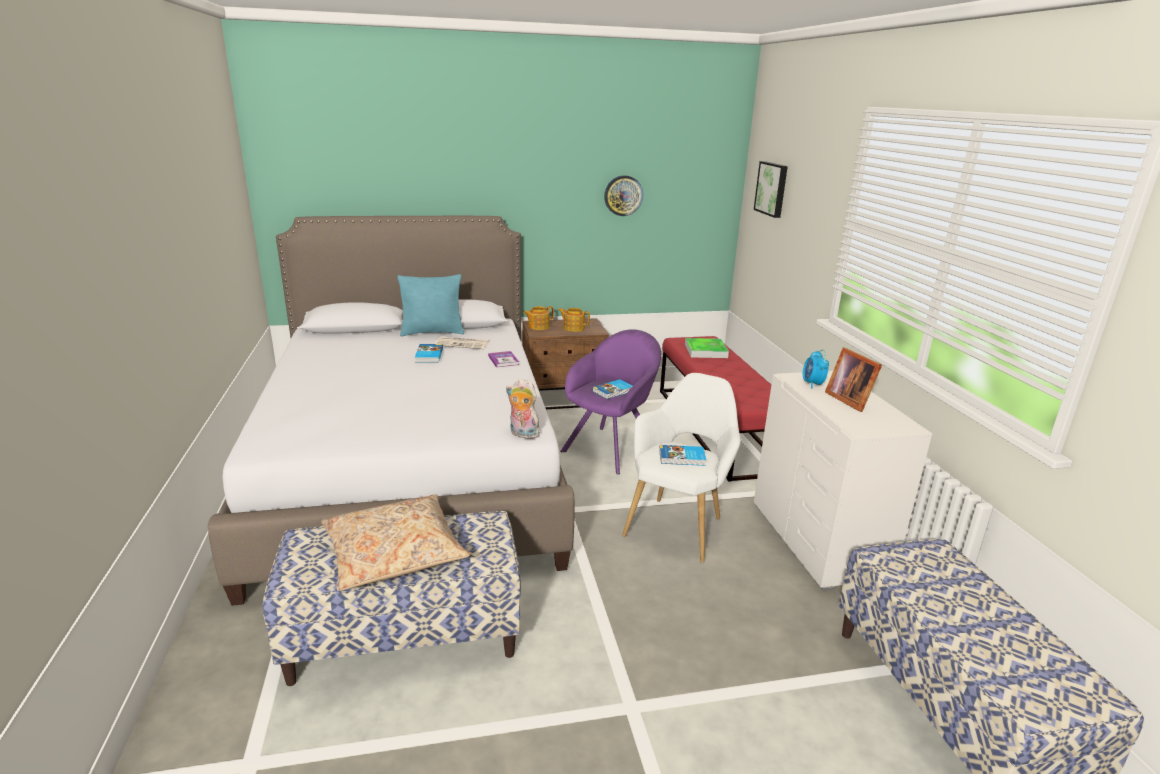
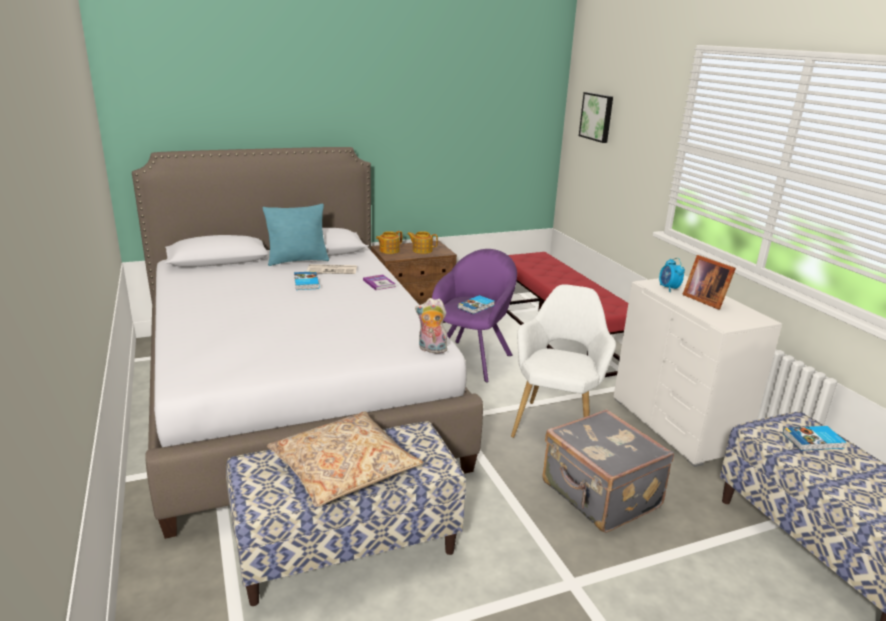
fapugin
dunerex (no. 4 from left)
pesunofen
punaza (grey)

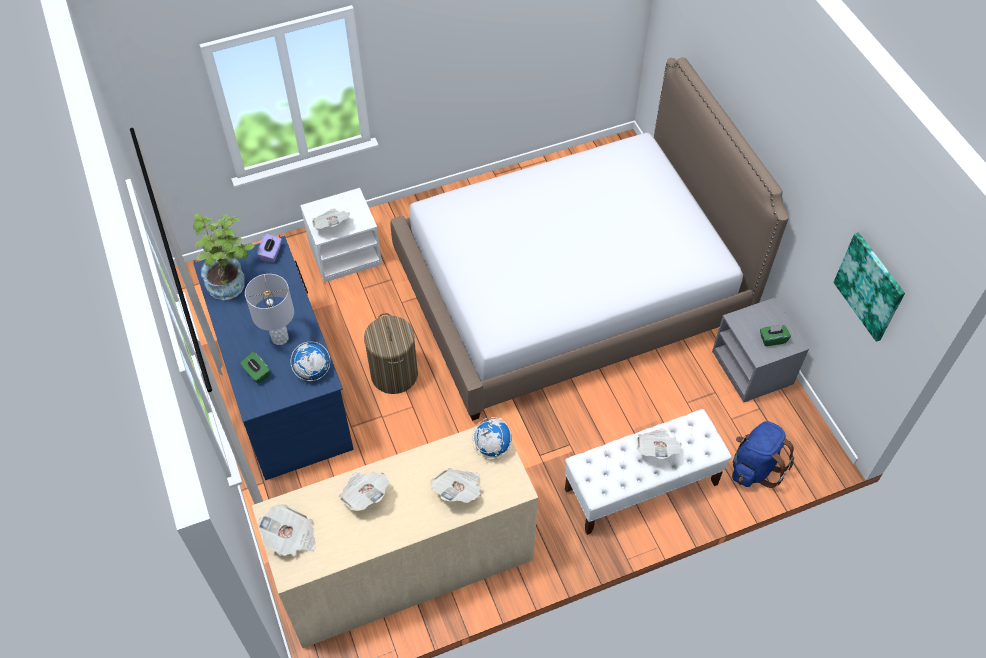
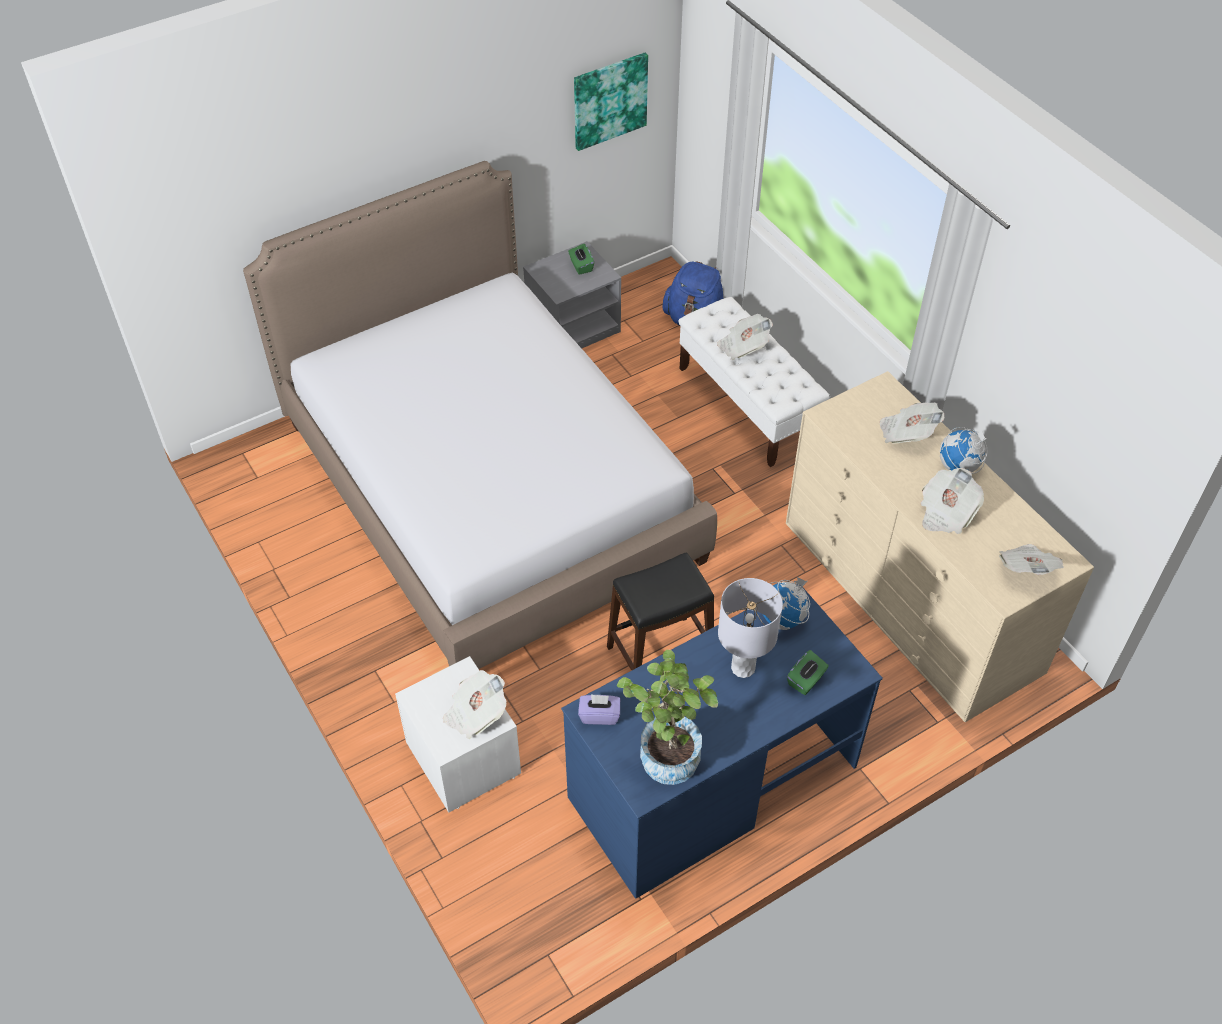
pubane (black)
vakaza (no. 2 from left)

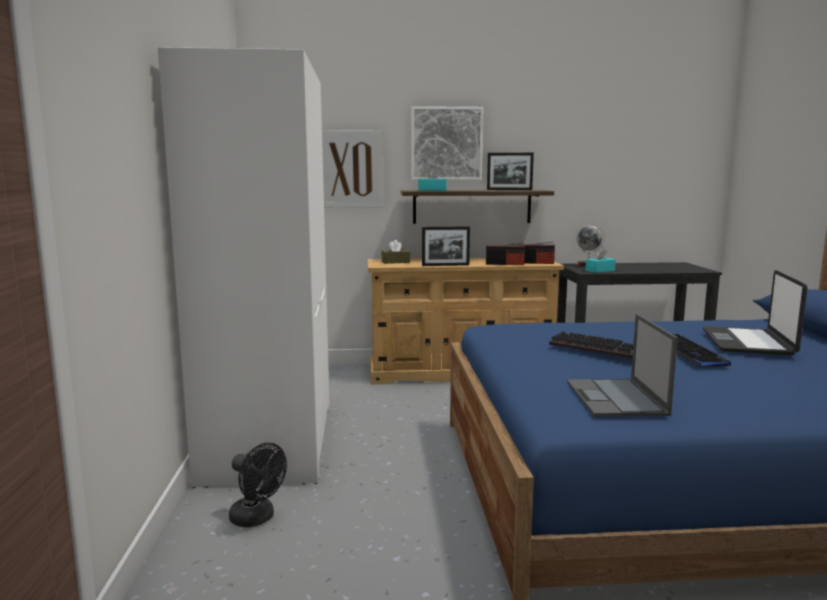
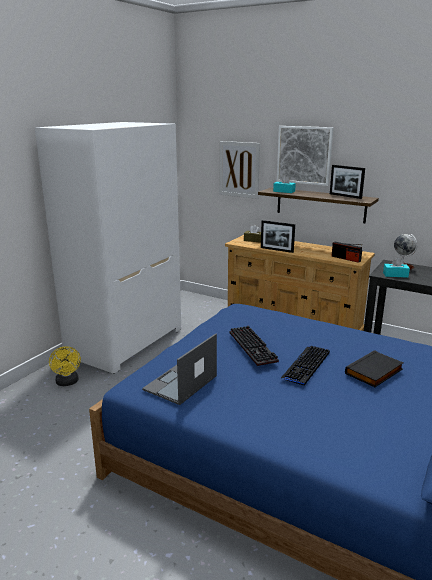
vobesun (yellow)
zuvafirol (no. 1 from left in the first image)
dunerex (black)

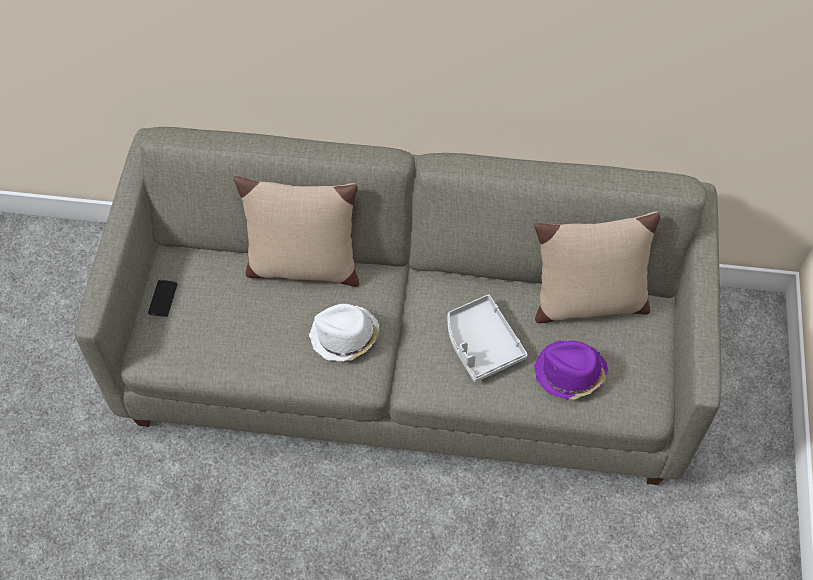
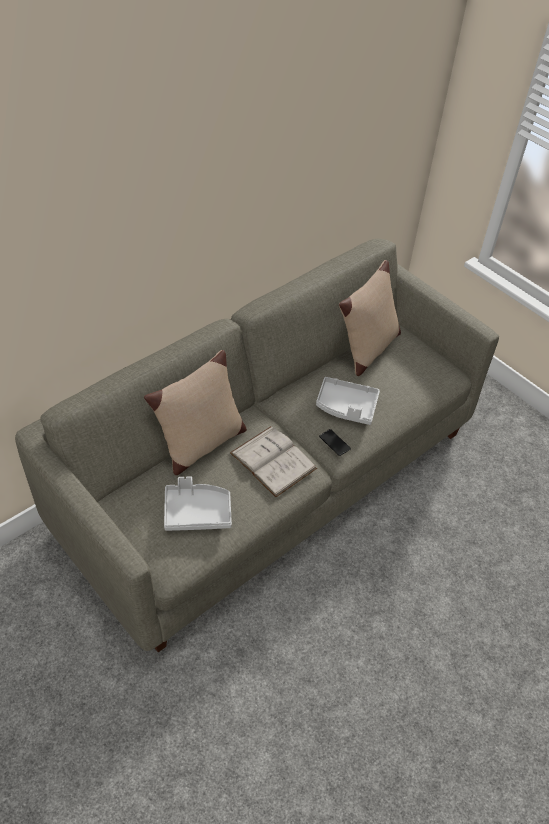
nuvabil
dunerex (white)
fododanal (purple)
pesunofen (grey) (no. 1 from left)

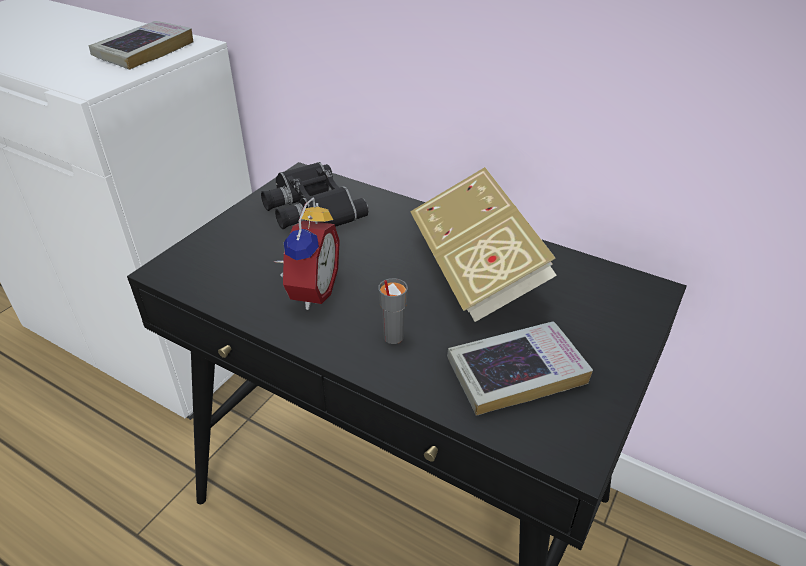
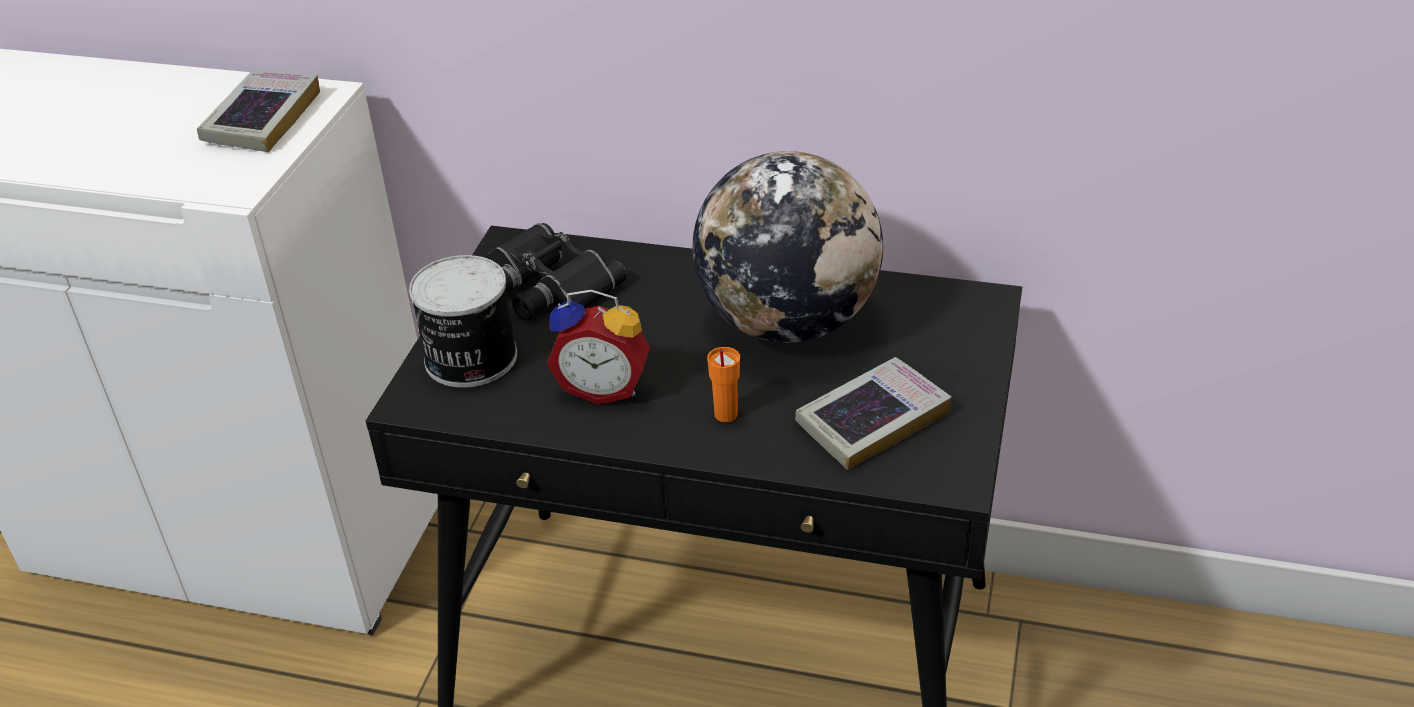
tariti
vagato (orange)
vakaza
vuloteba

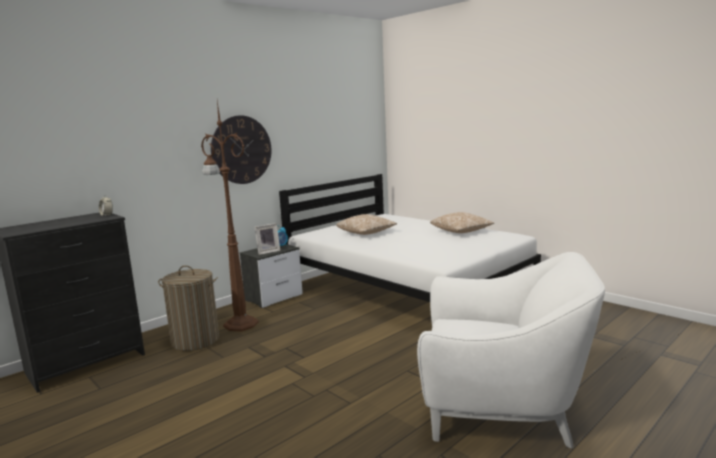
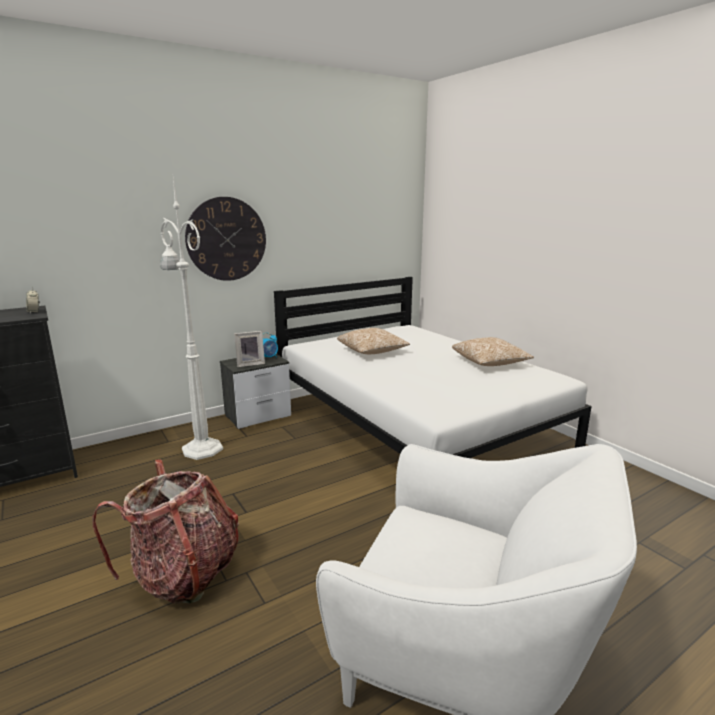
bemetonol
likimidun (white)
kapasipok

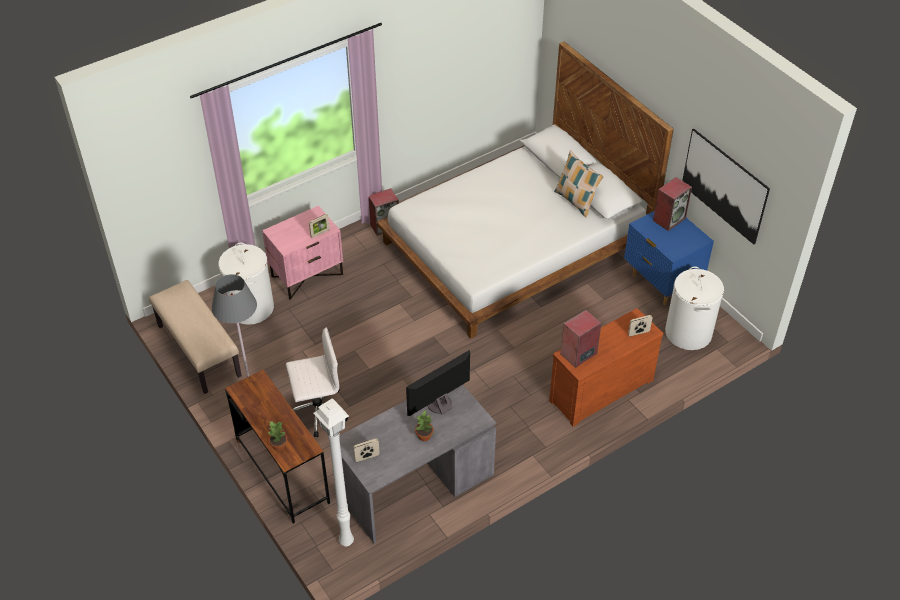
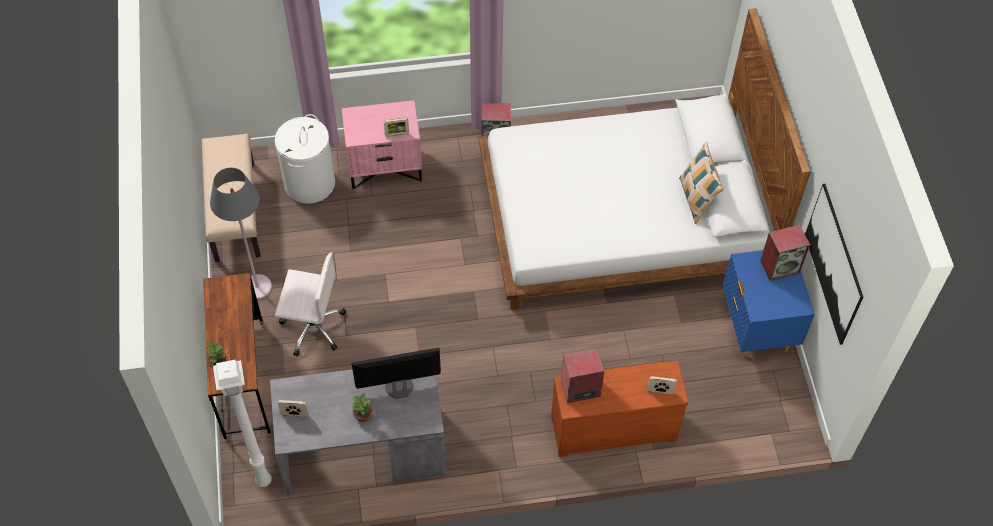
bemetonol (white) (no. 2 from left in the first image)

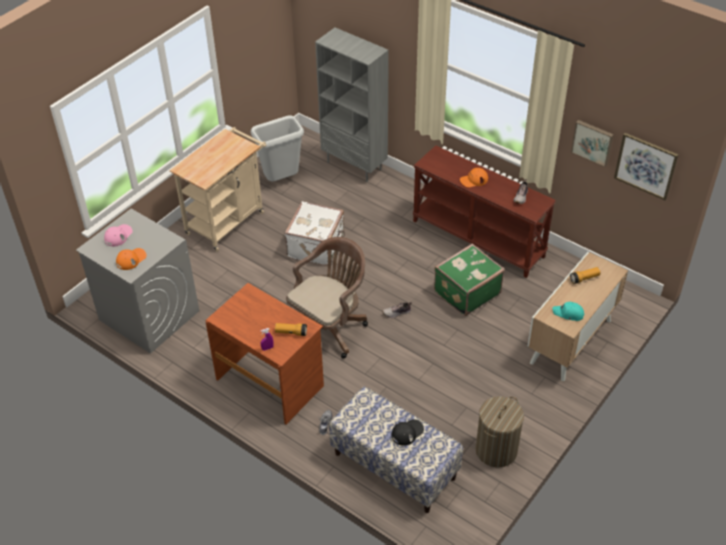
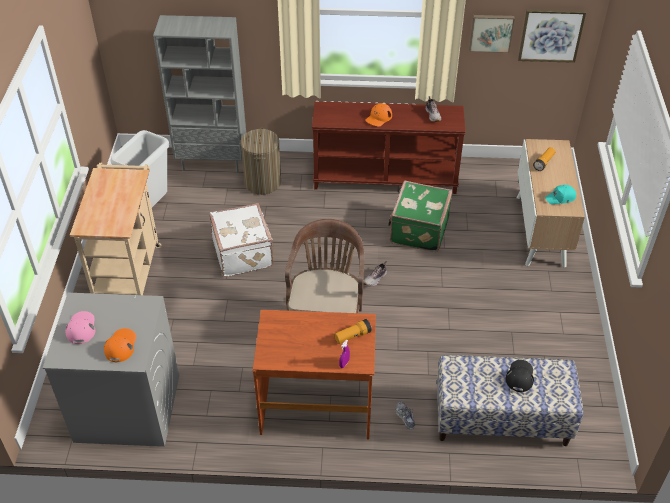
bemetonol

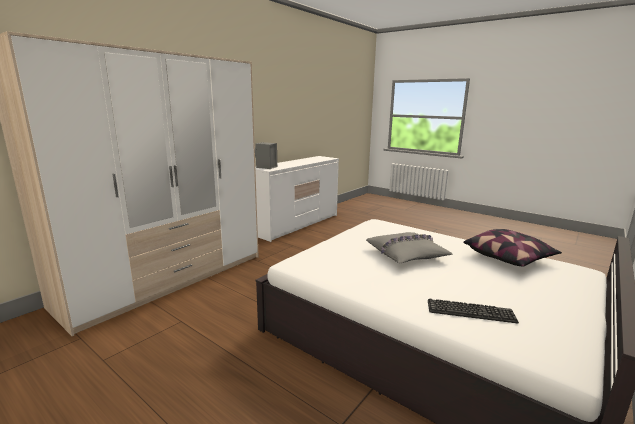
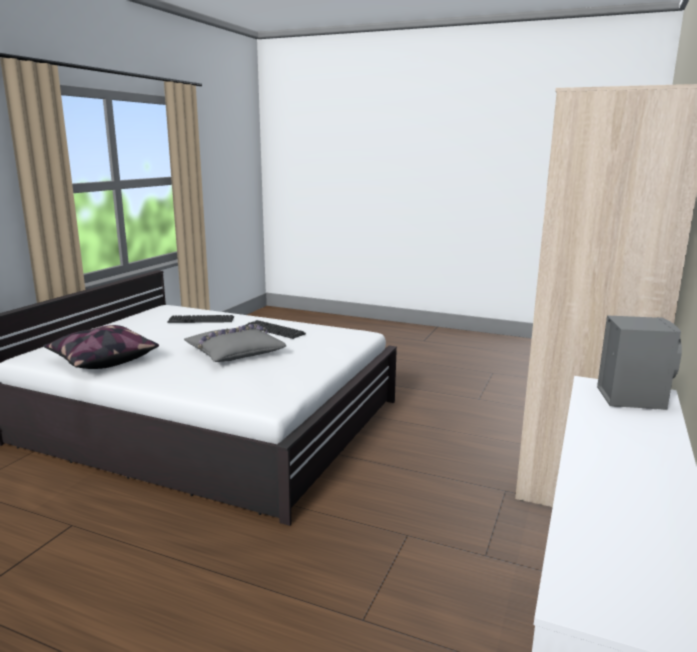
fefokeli (no. 2 from left)

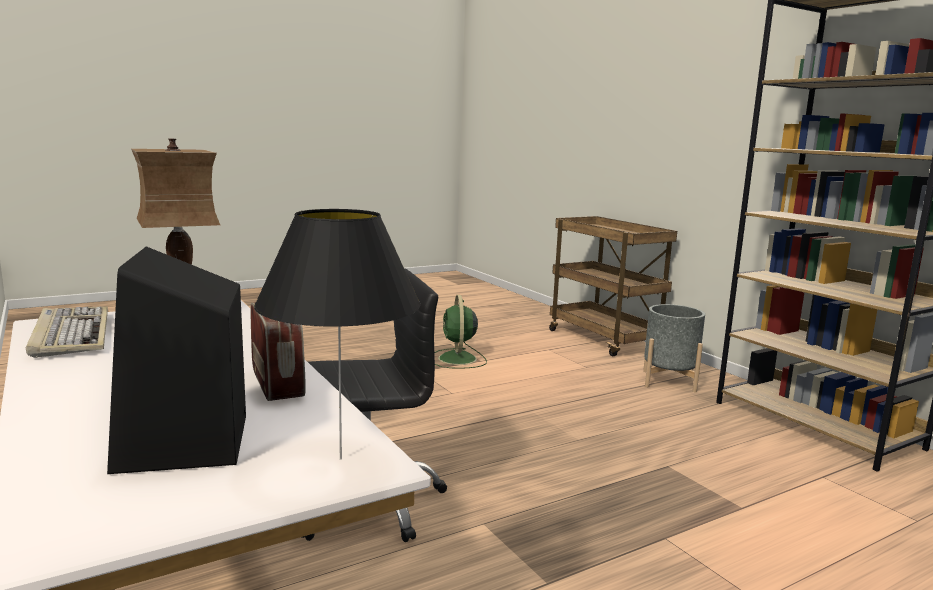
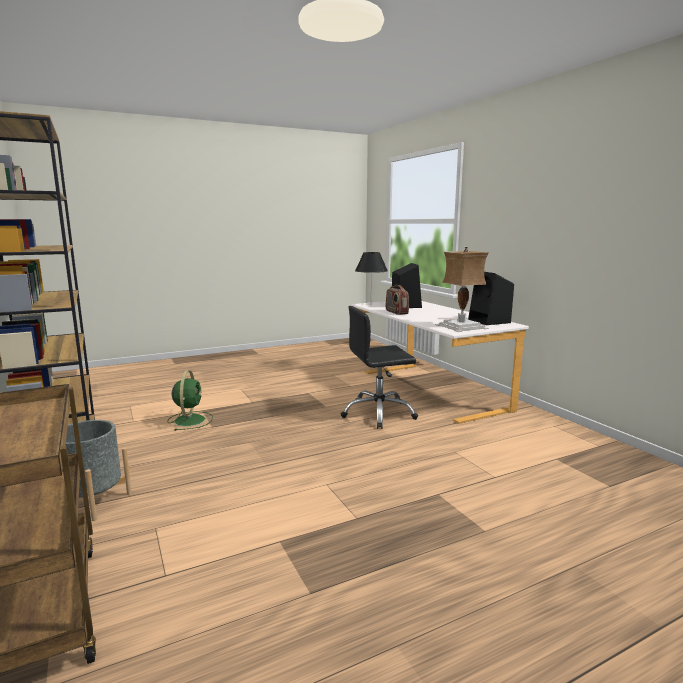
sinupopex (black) (no. 2 from left)
vobesun (green)

